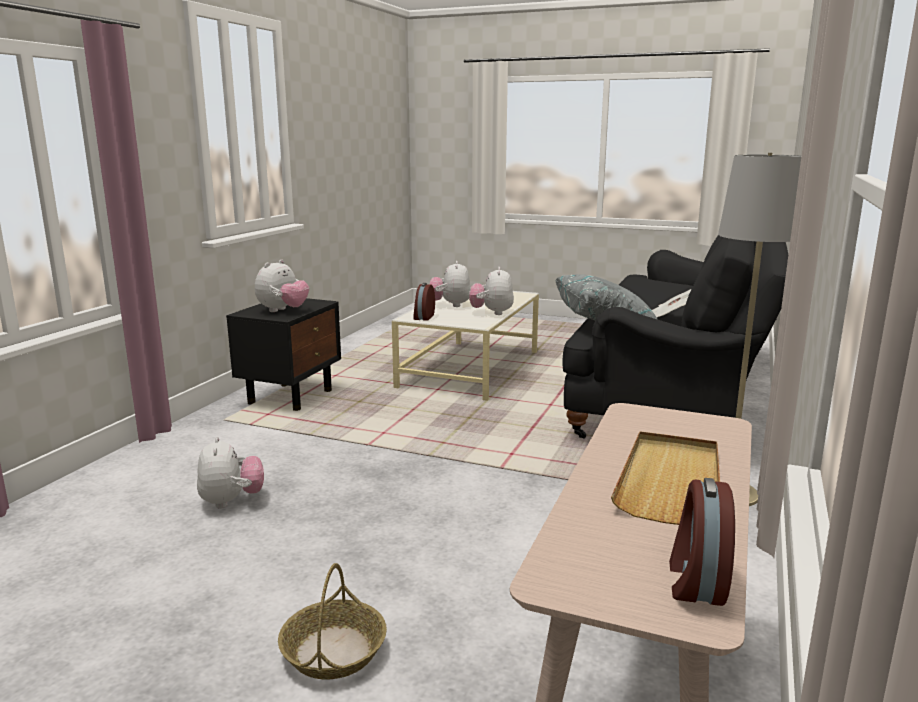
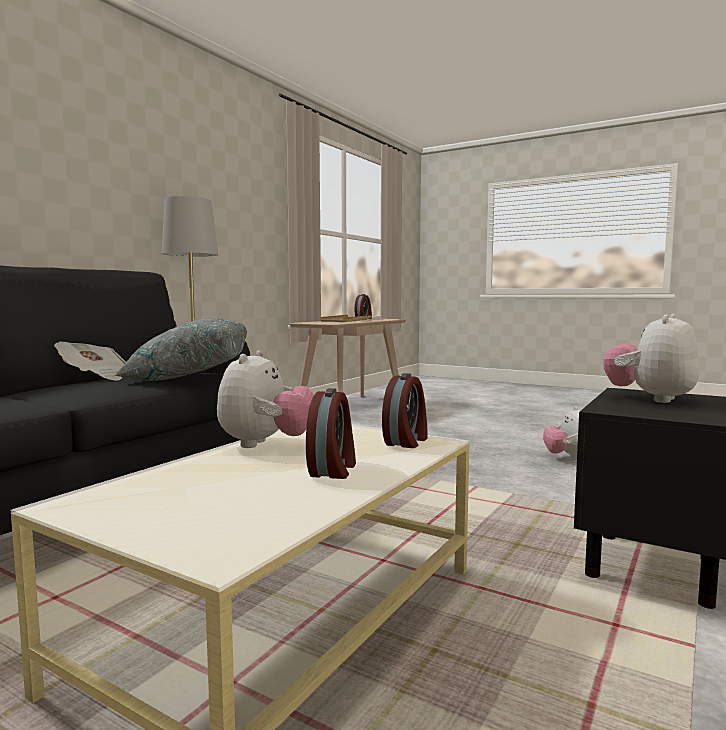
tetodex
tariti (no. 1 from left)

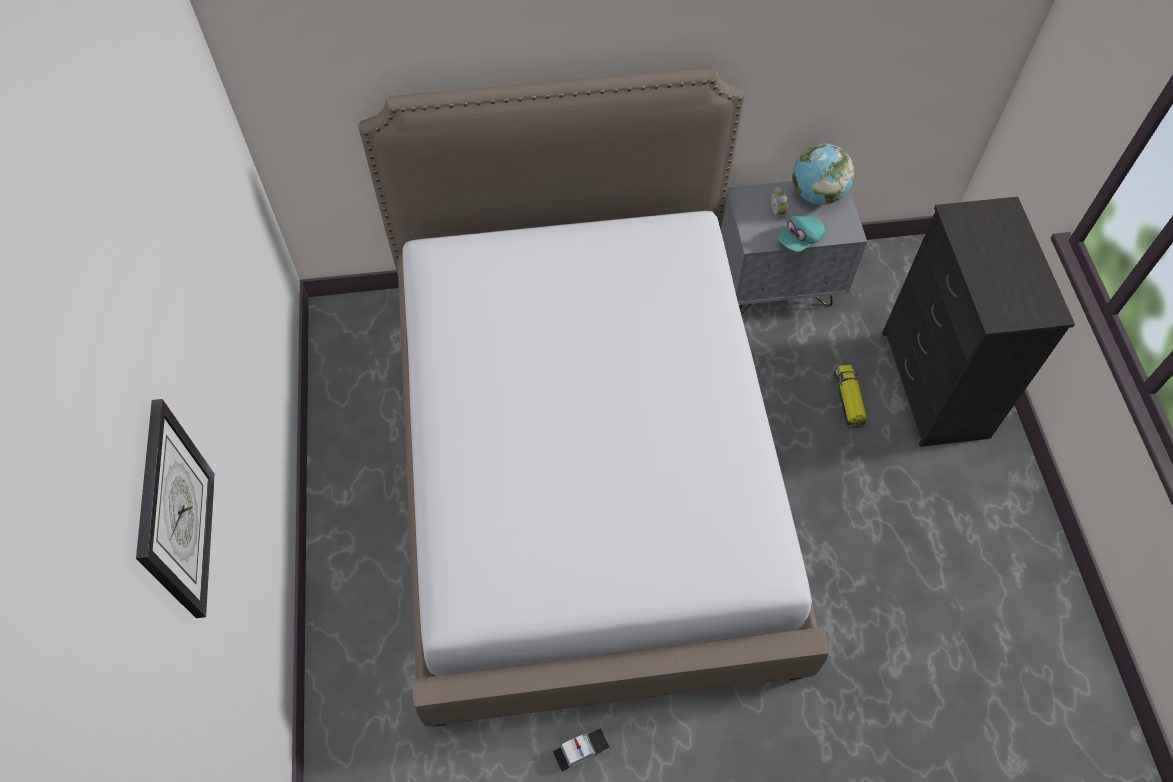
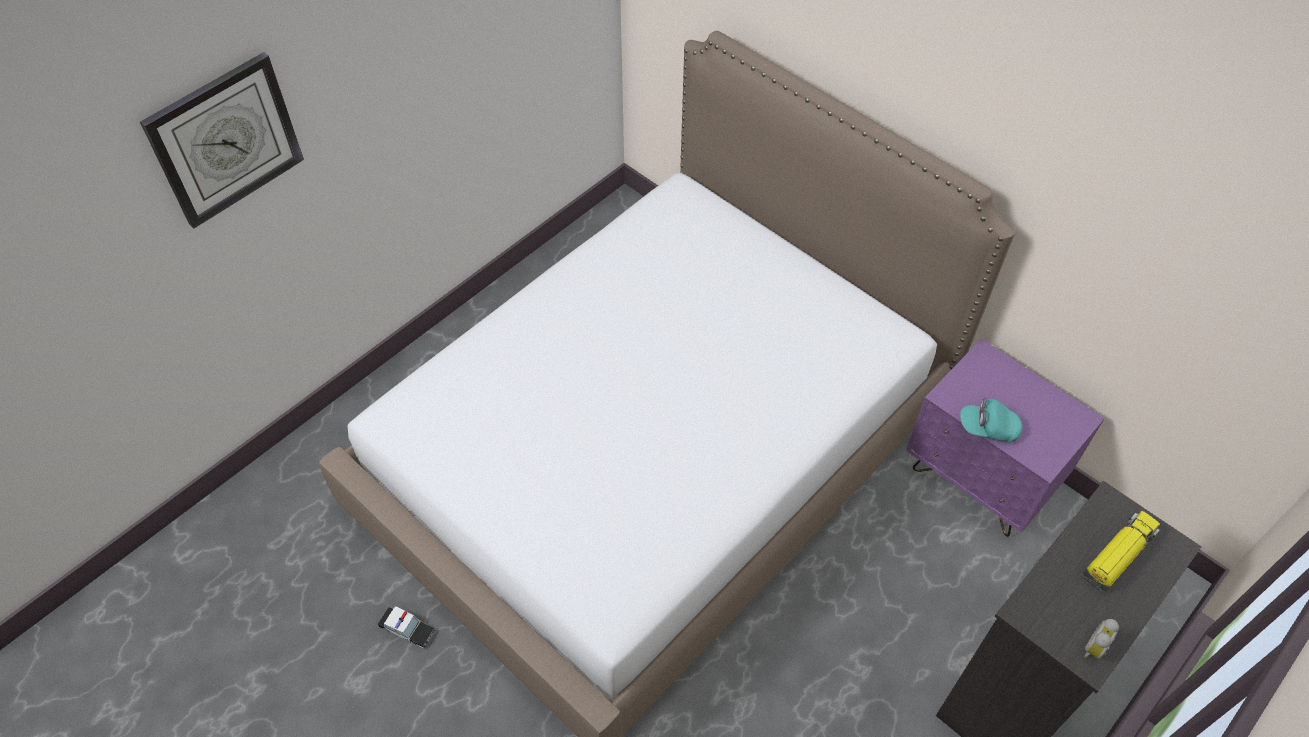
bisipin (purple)
tariti
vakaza
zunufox

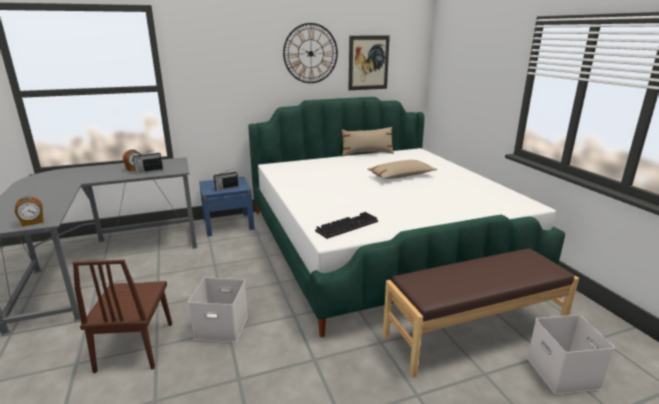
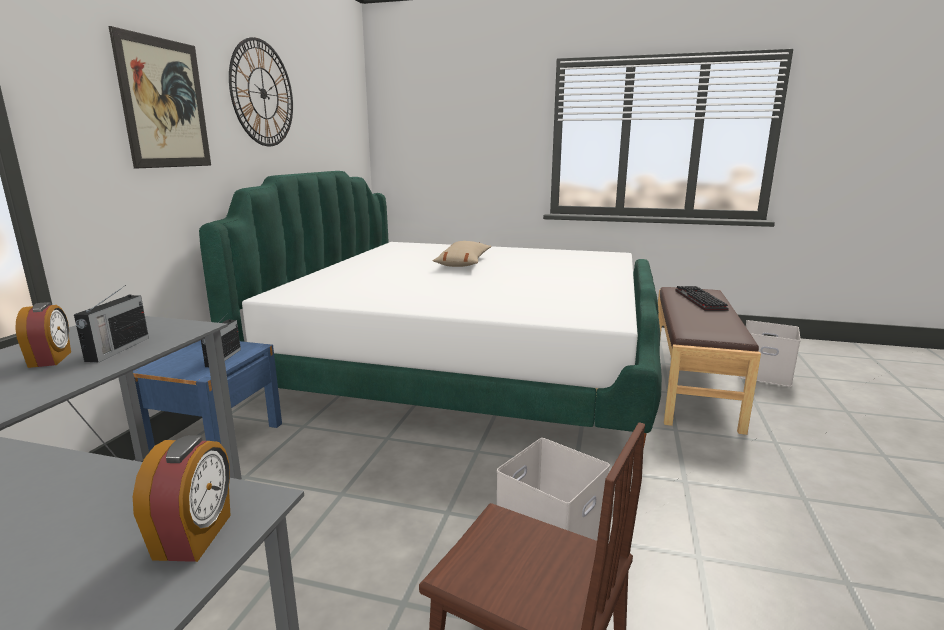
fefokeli
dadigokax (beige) (no. 1 from left in the first image)
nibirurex

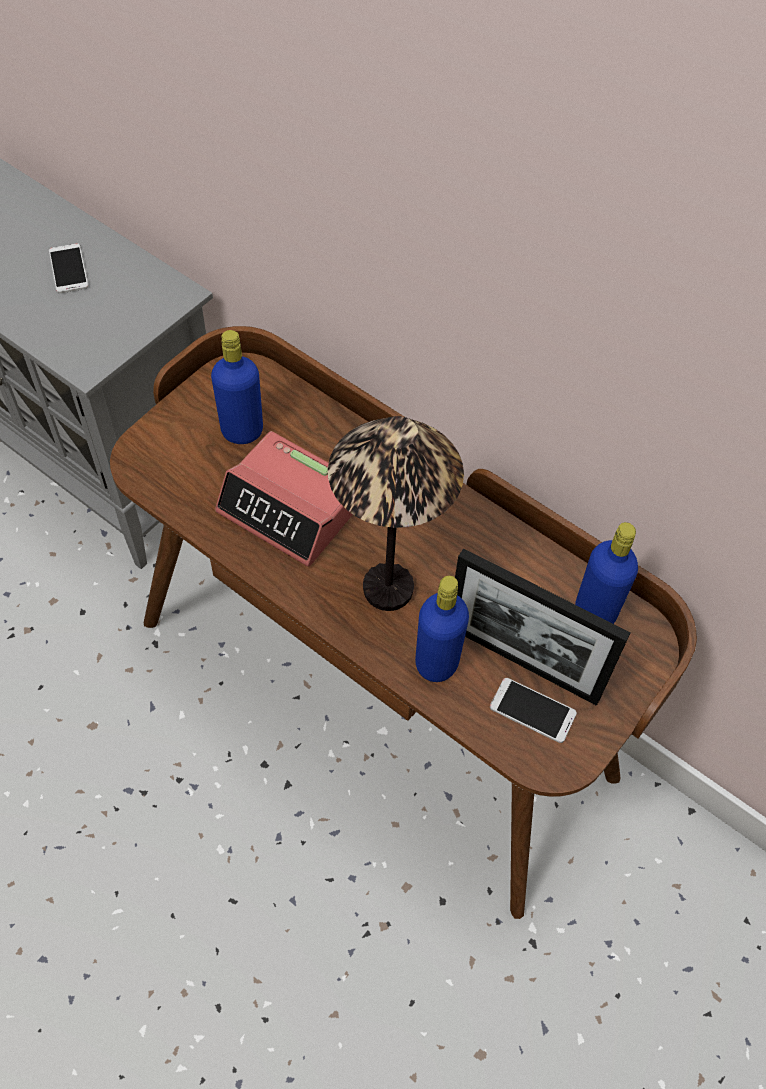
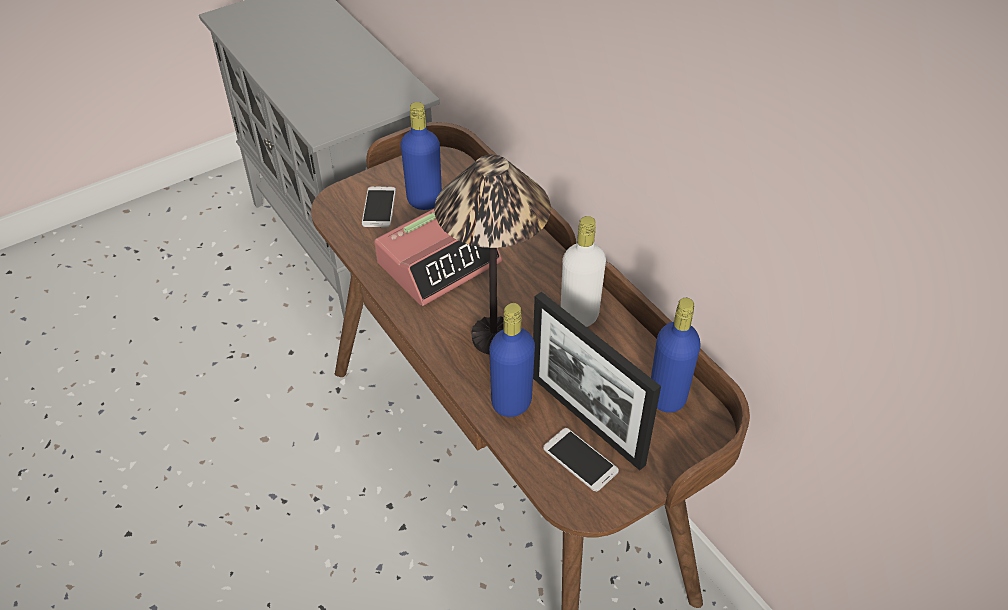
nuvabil (no. 1 from left)
tariti
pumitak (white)

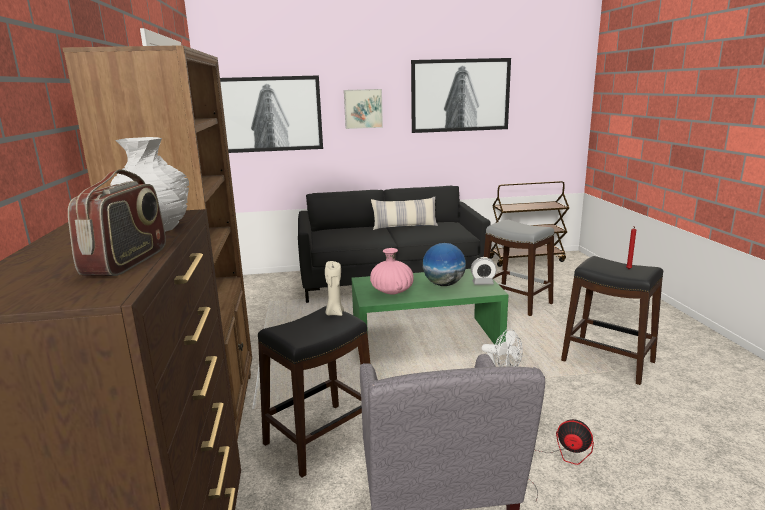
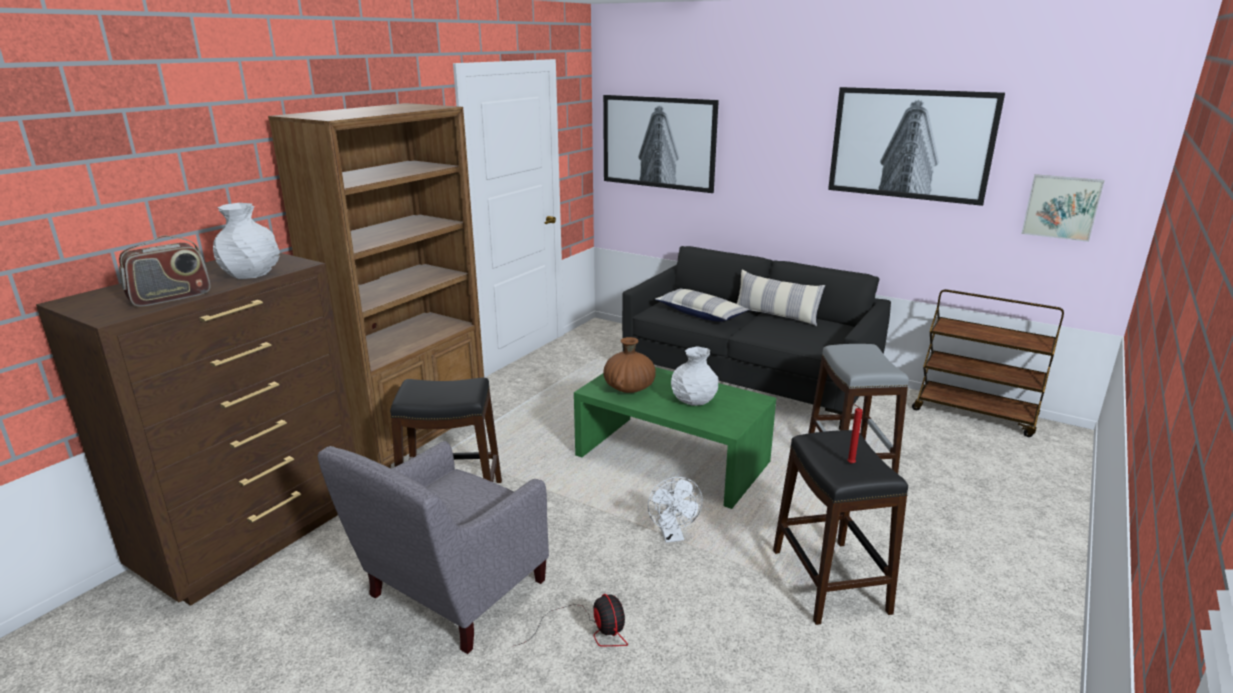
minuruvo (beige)
nibirurex (no. 3 from left)
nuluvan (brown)
nuluvan (white) (no. 2 from left)
tariti
dadigokax (no. 1 from left)

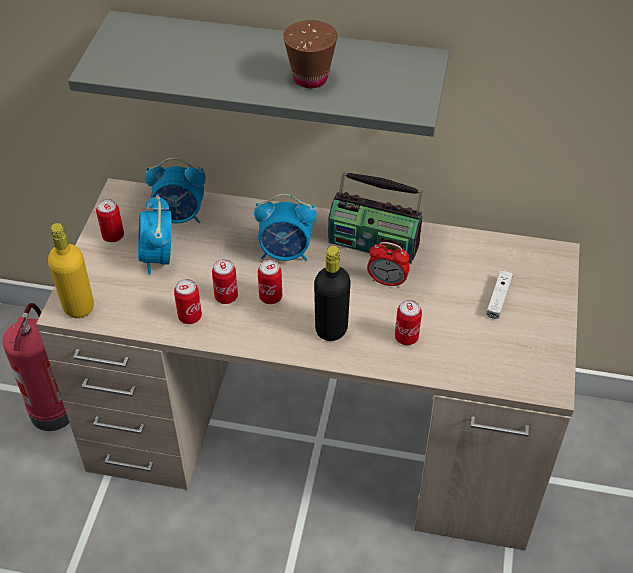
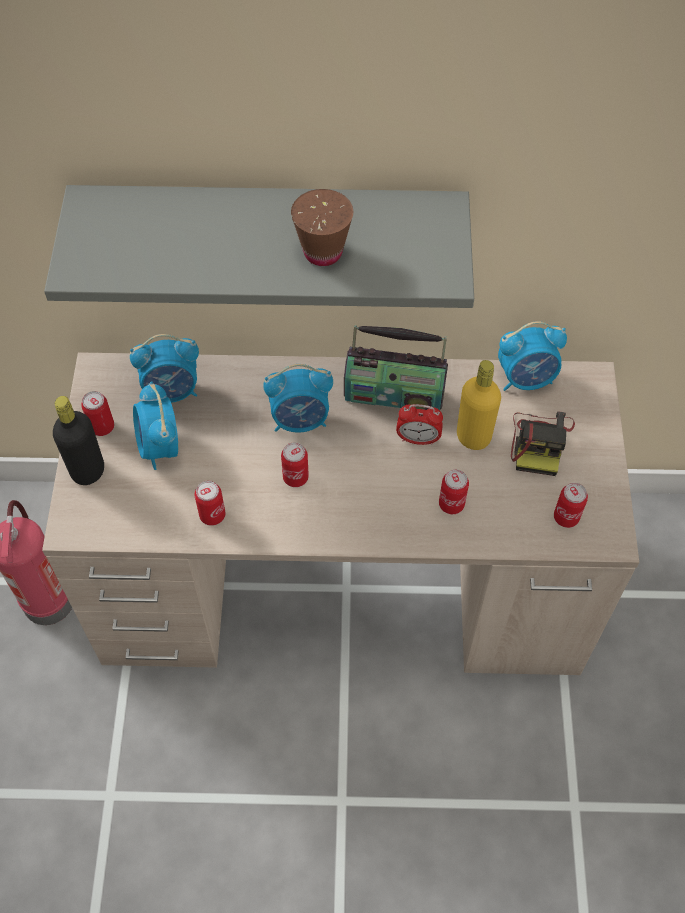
pumitak (yellow)
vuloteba (no. 5 from left)
pumitak (black)
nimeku
tariti (no. 5 from left)

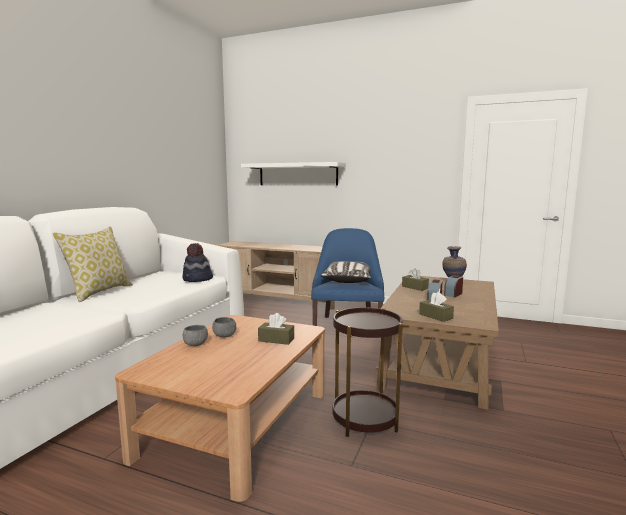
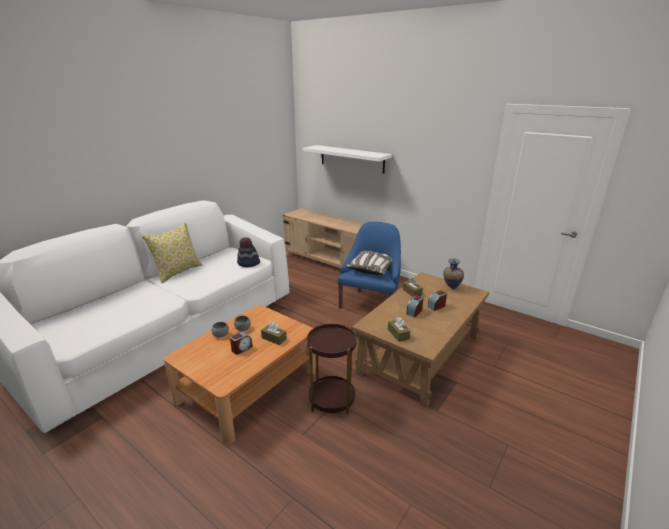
tariti (no. 1 from left)

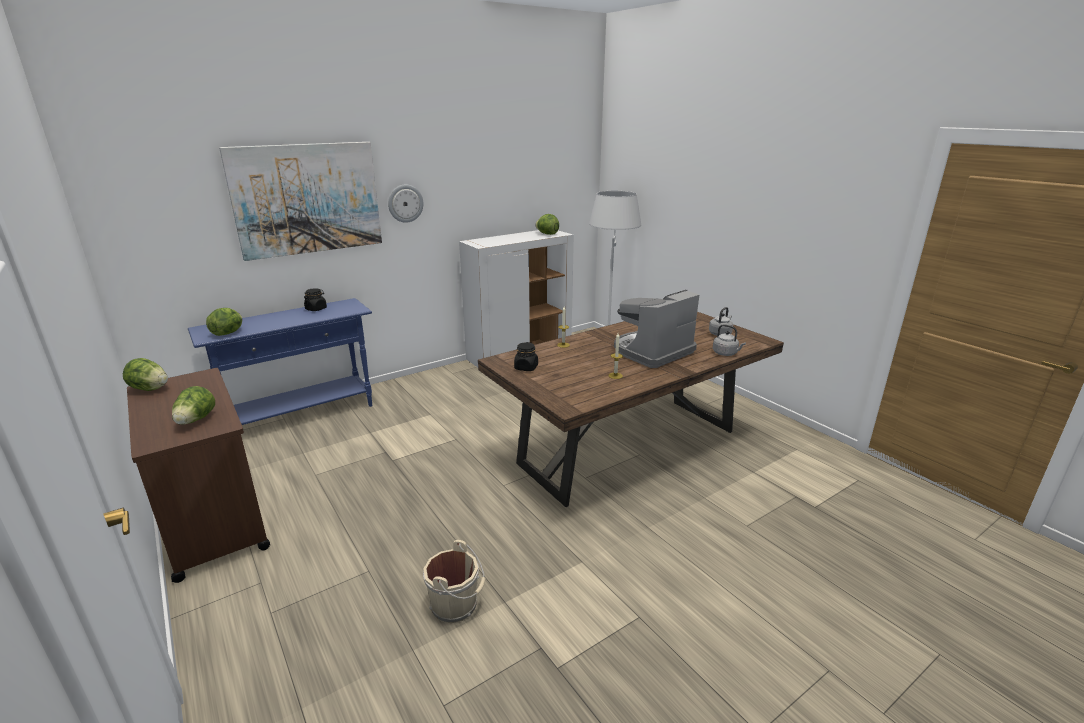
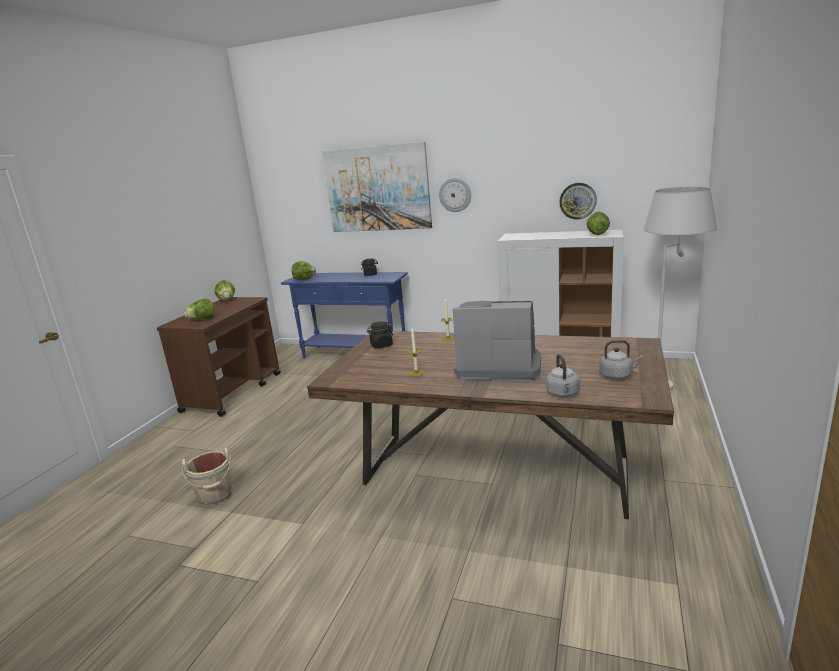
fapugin (no. 2 from left)

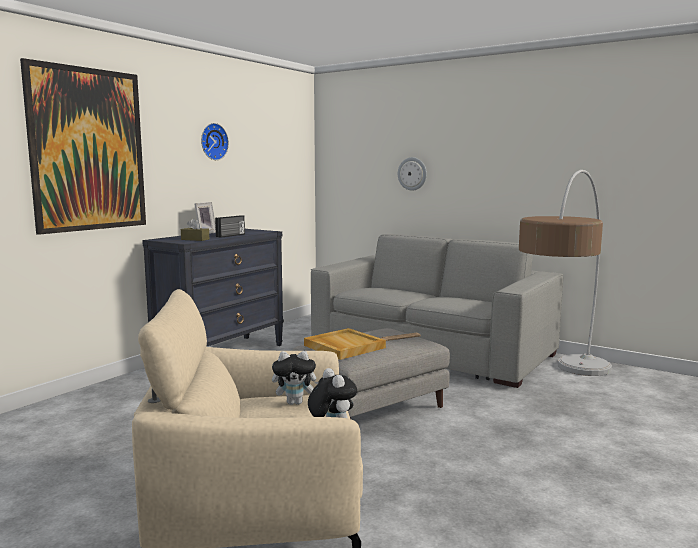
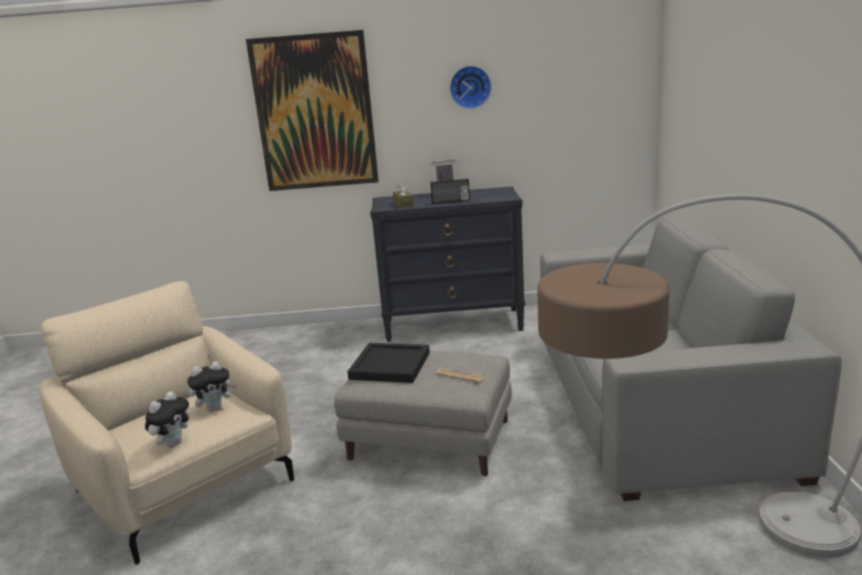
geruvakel (no. 2 from left)
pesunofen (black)
fapugin (no. 2 from left in the first image)

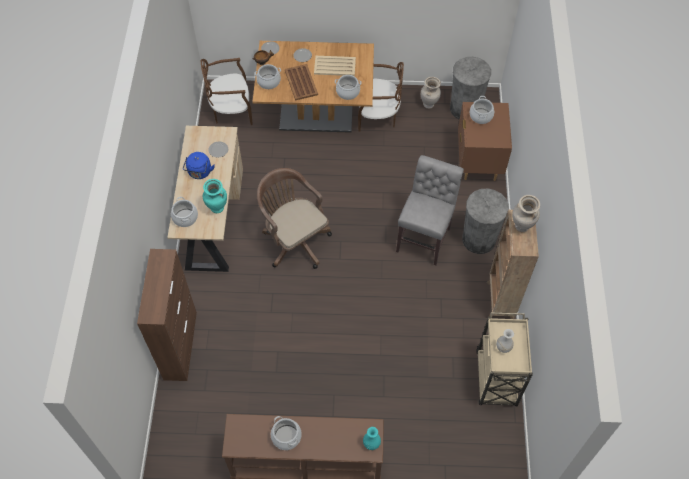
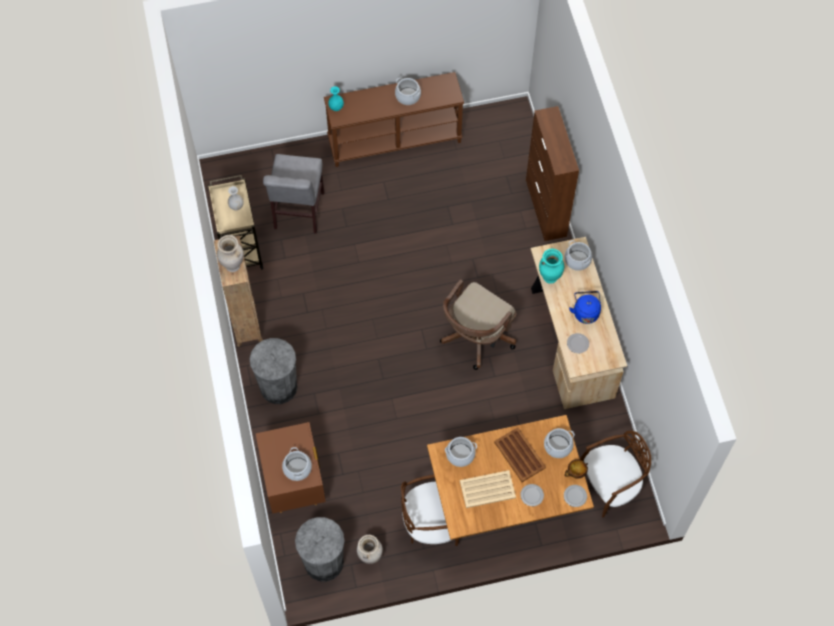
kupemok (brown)
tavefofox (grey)

